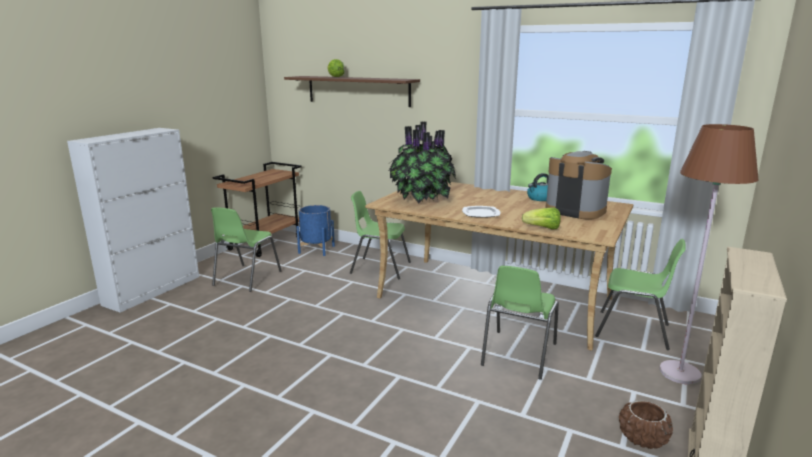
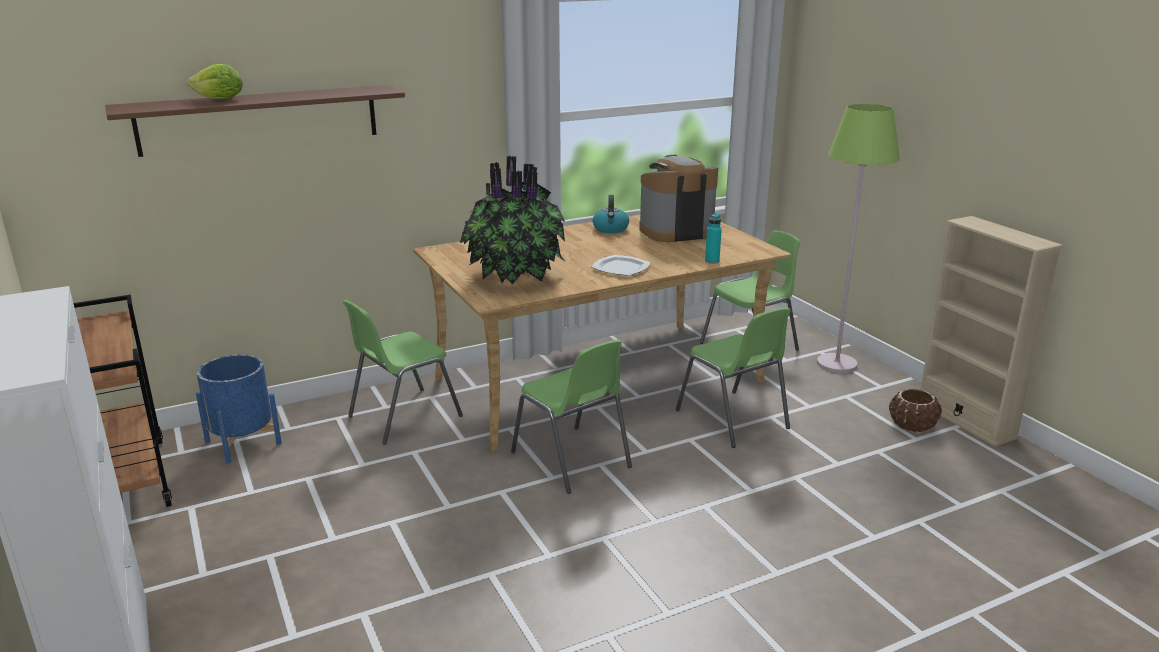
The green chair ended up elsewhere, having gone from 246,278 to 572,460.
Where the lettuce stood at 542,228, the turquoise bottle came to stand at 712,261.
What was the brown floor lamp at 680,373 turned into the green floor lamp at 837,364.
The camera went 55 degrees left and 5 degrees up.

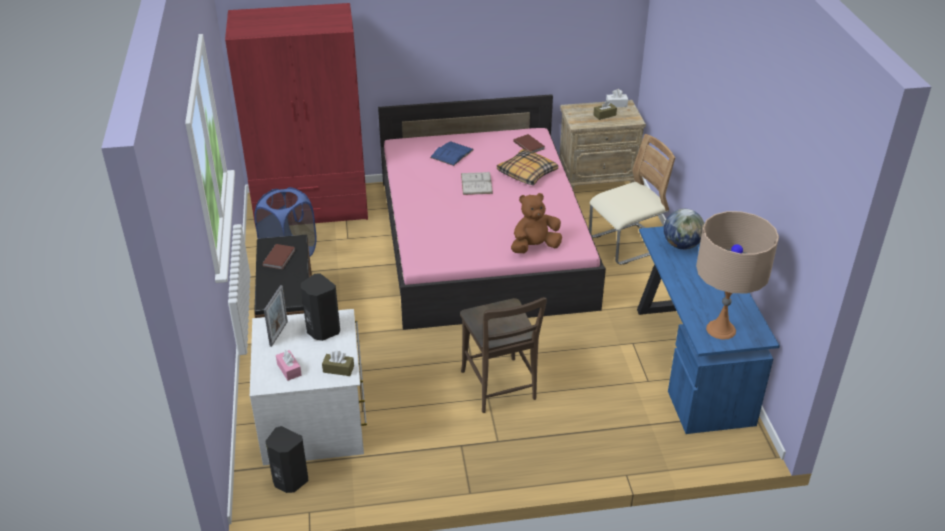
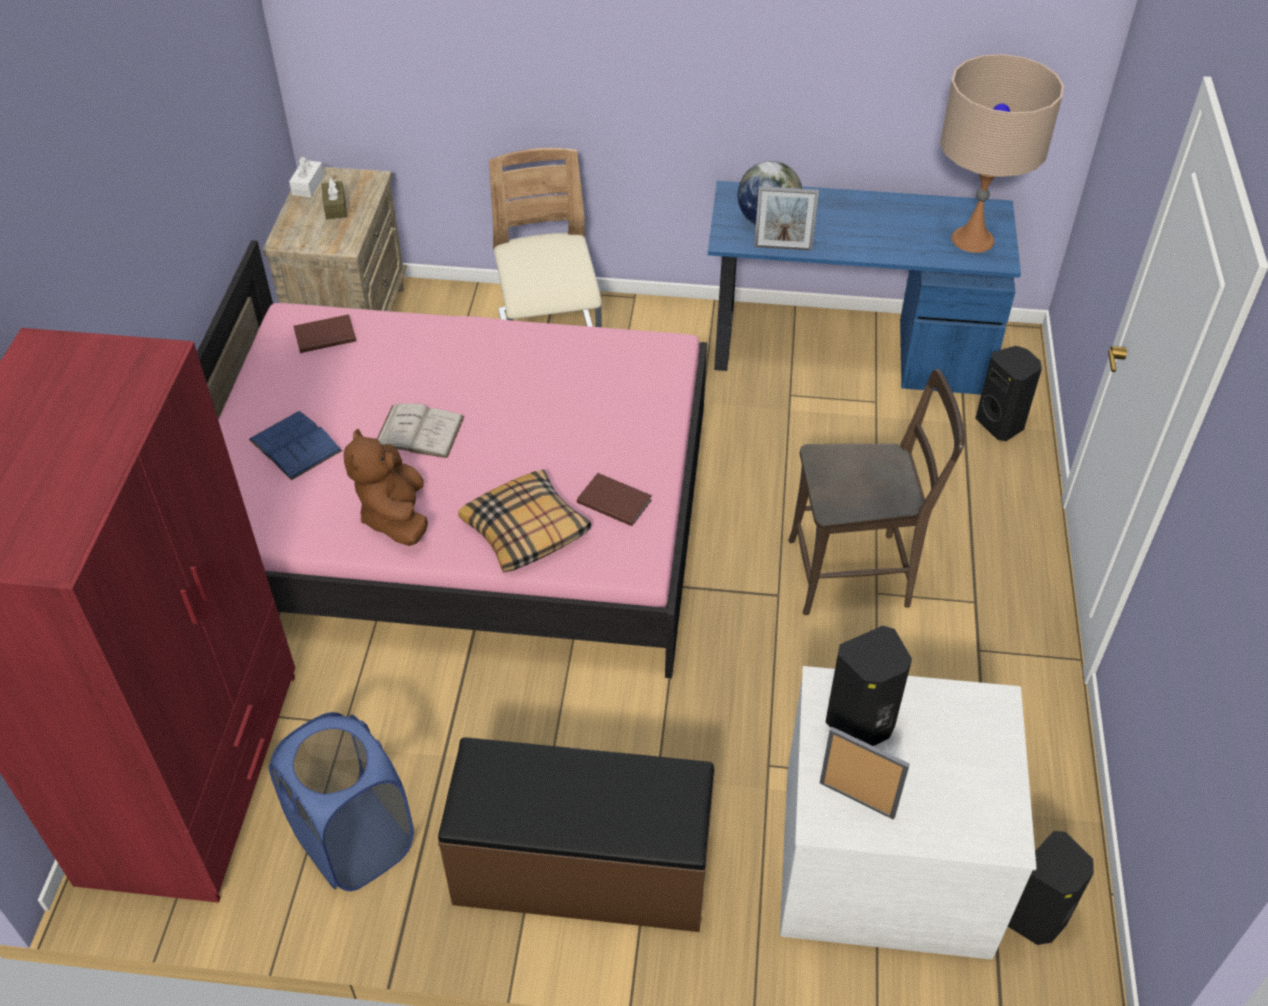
The brown book ended up elsewhere, having gone from 280,257 to 614,500.
The second view lost the pink tissue box at 289,369.
The second view lost the brown tissue box at 338,369.
The pillow ended up elsewhere, having gone from 526,173 to 525,531.
The brown plush toy ended up elsewhere, having gone from 534,247 to 395,516.
The second view gained the picture frame at 783,248.
The second view gained the black speaker at 1001,424.
The camera went 75 degrees left and 10 degrees up.

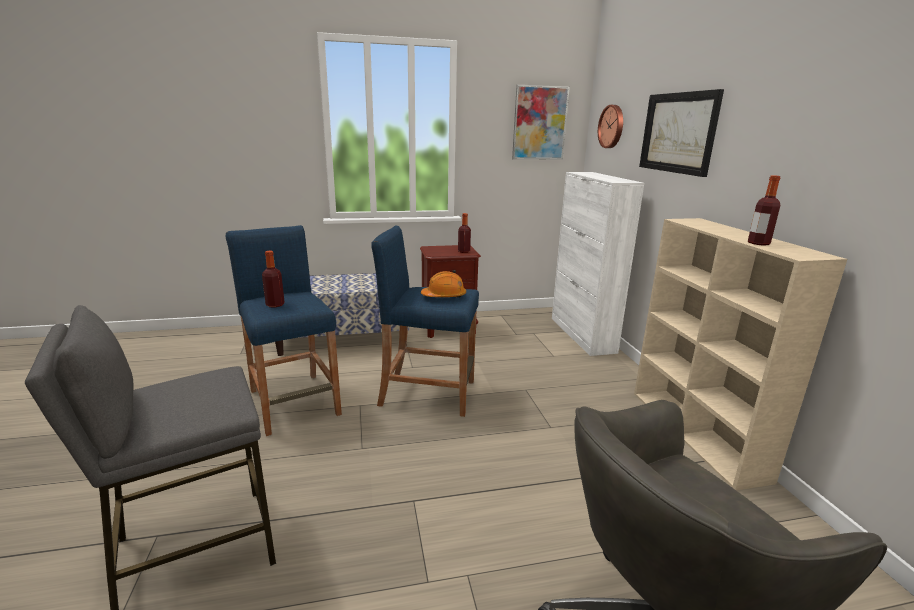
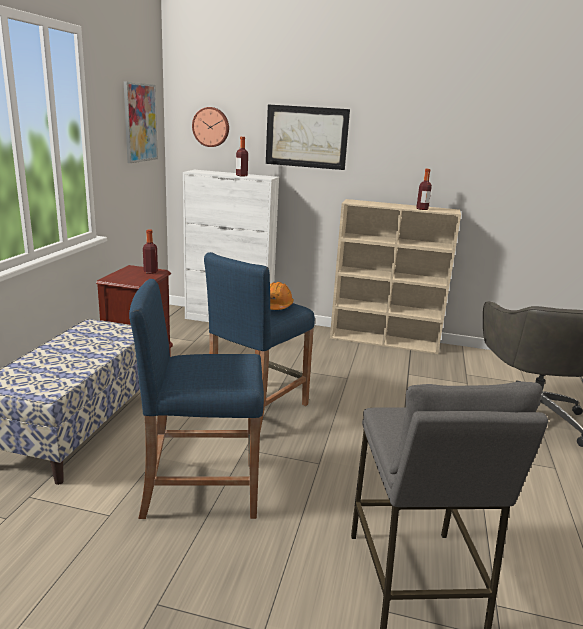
The bottle ended up elsewhere, having gone from 275,305 to 241,175.
The camera went 65 degrees left and 0 degrees up.

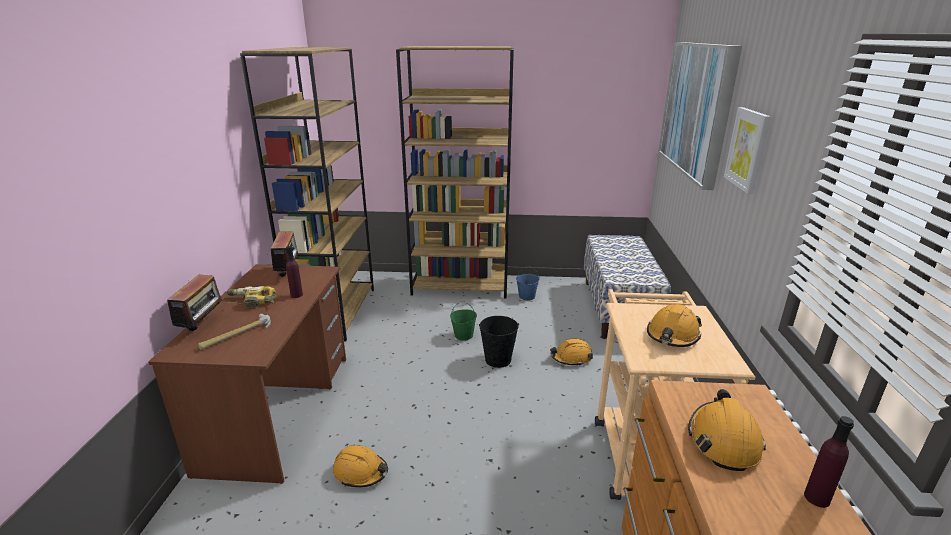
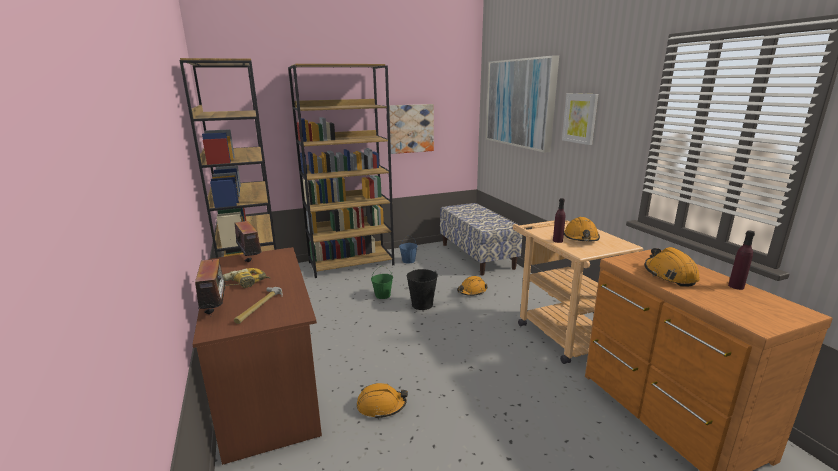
The purple bottle ended up elsewhere, having gone from 296,295 to 557,241.
The second view gained the picture at 411,128.
The camera went 25 degrees left and 5 degrees down.

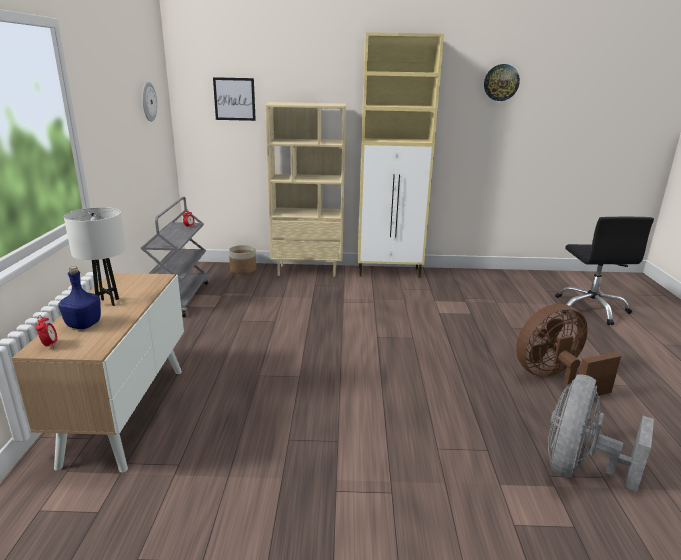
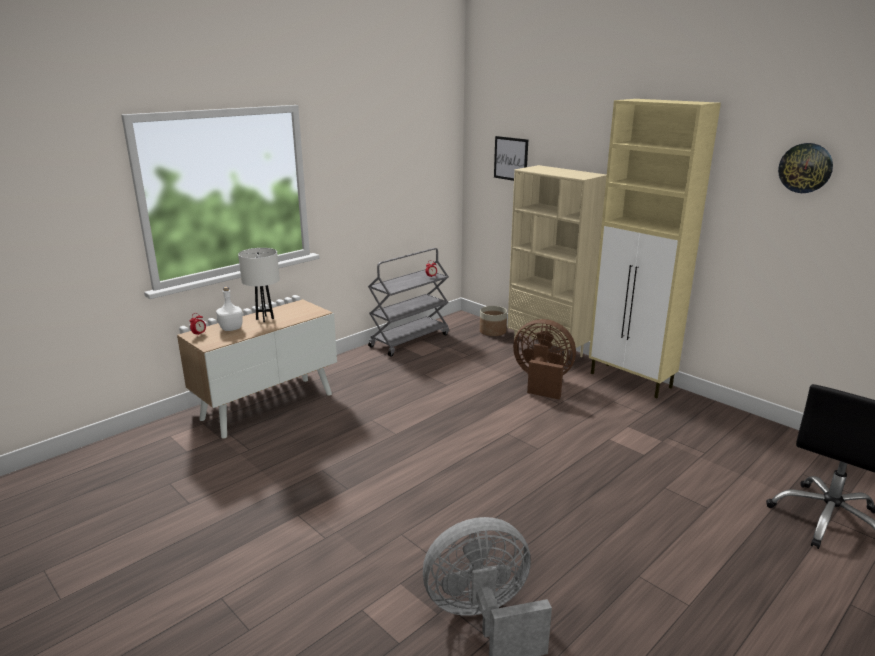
What was the blue bottle at 83,325 turned into the white bottle at 230,328.
The second view lost the wall clock at 148,101.
The brown fan ended up elsewhere, having gone from 554,378 to 542,382.
The camera went 45 degrees right and 0 degrees up.

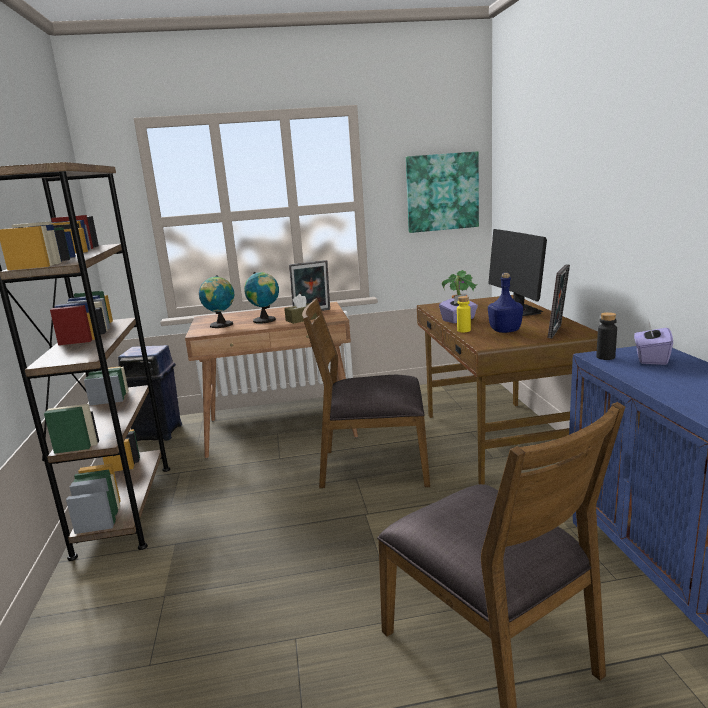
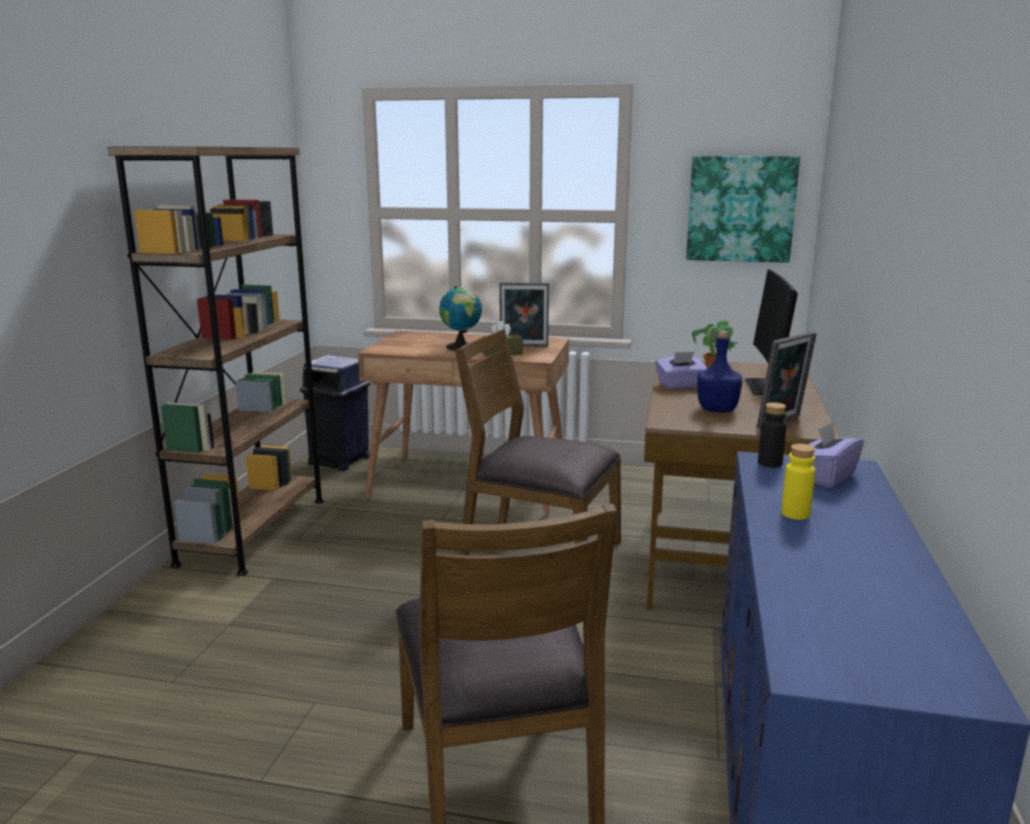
The second view lost the globe at 221,325.
The yellow bottle ended up elsewhere, having gone from 463,330 to 795,514.
The camera went 20 degrees right and 0 degrees up.

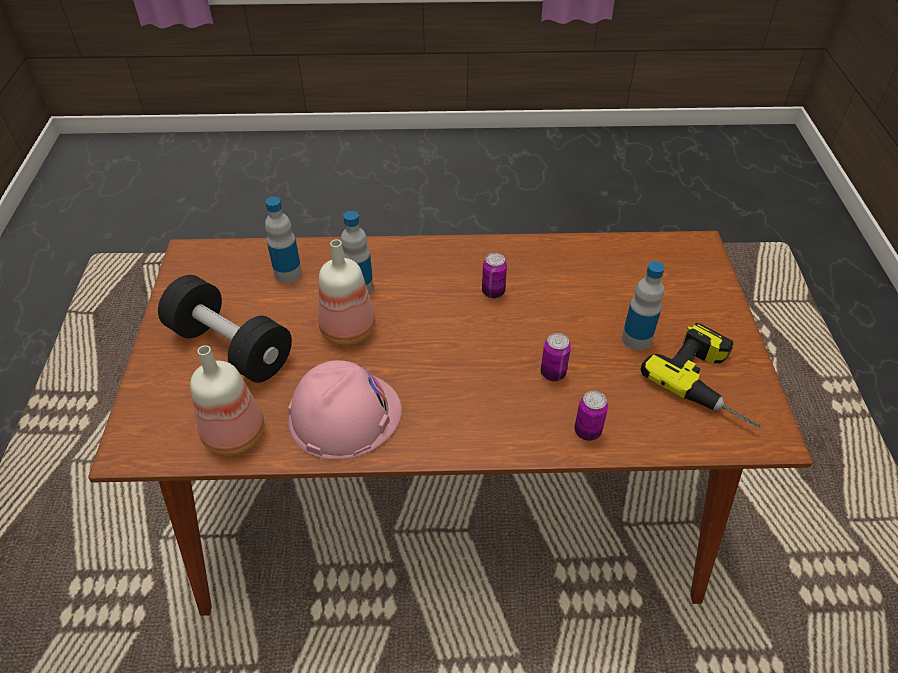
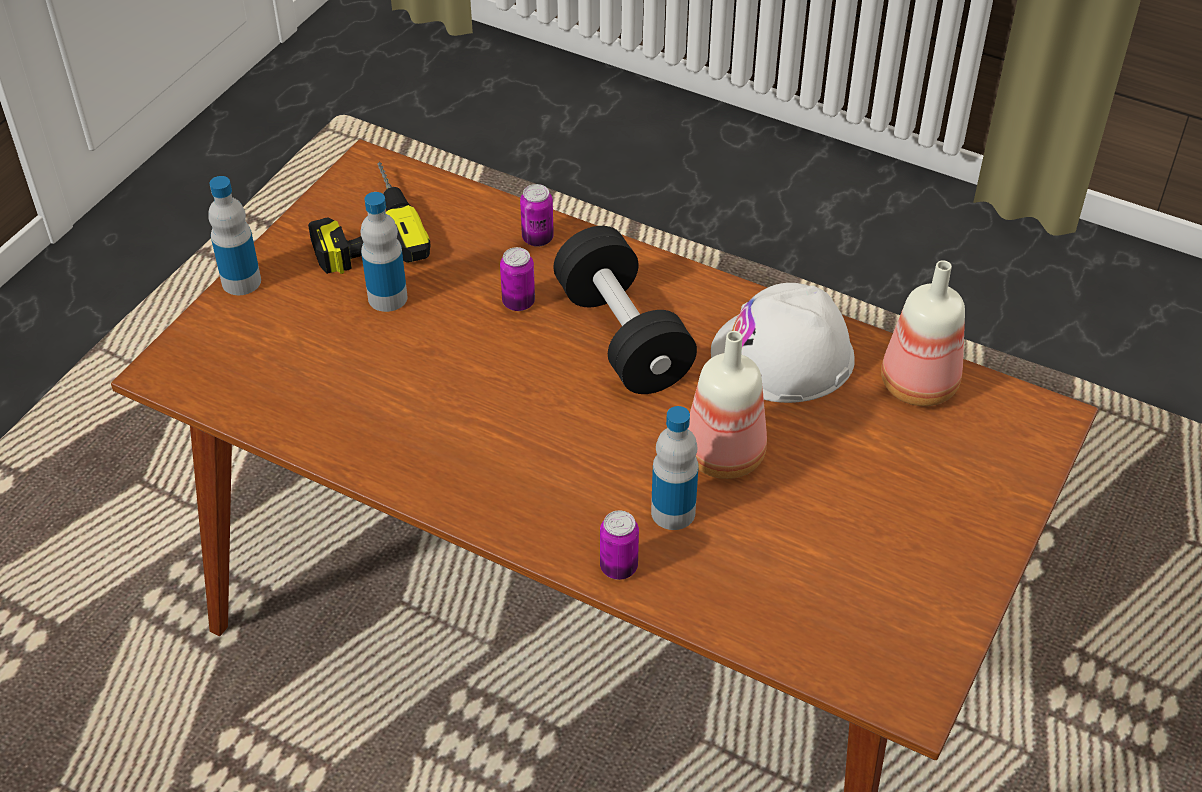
The black dumbbell ended up elsewhere, having gone from 231,347 to 622,337.
The bottle ended up elsewhere, having gone from 288,273 to 241,281.
What was the pink hard hat at 344,414 turned into the white hard hat at 783,355.
The can ended up elsewhere, having gone from 493,292 to 618,567.
The camera went 150 degrees left and 0 degrees up.

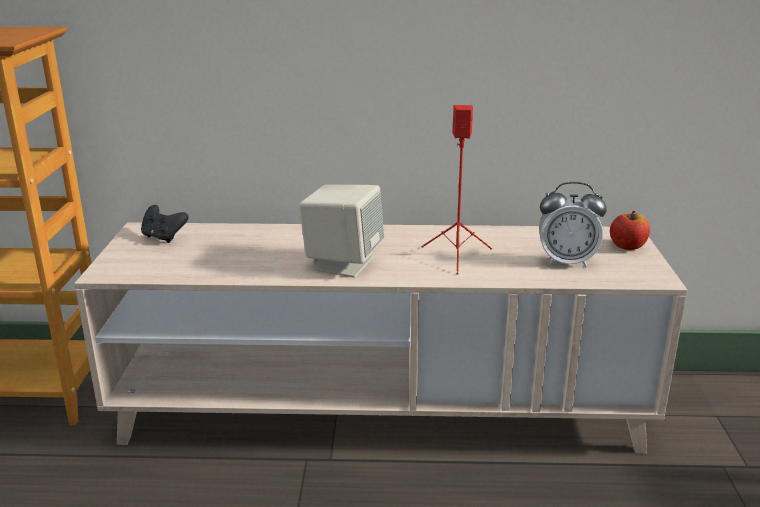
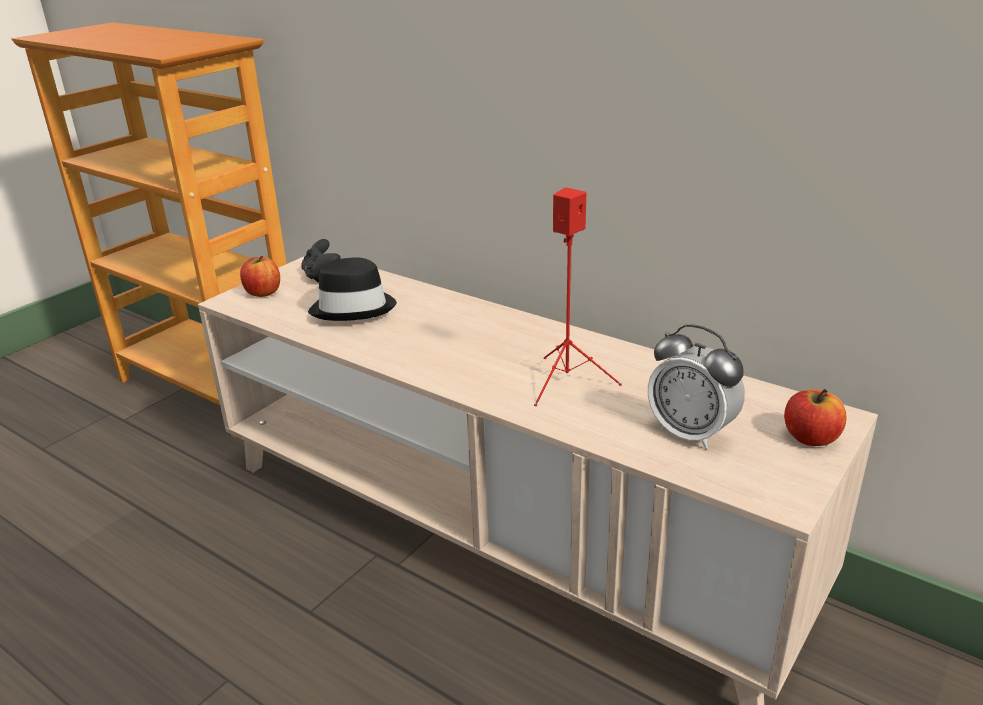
The second view lost the beige speaker at 343,263.
The second view gained the apple at 263,292.
The second view gained the black hat at 354,308.
The camera went 35 degrees right and 5 degrees up.

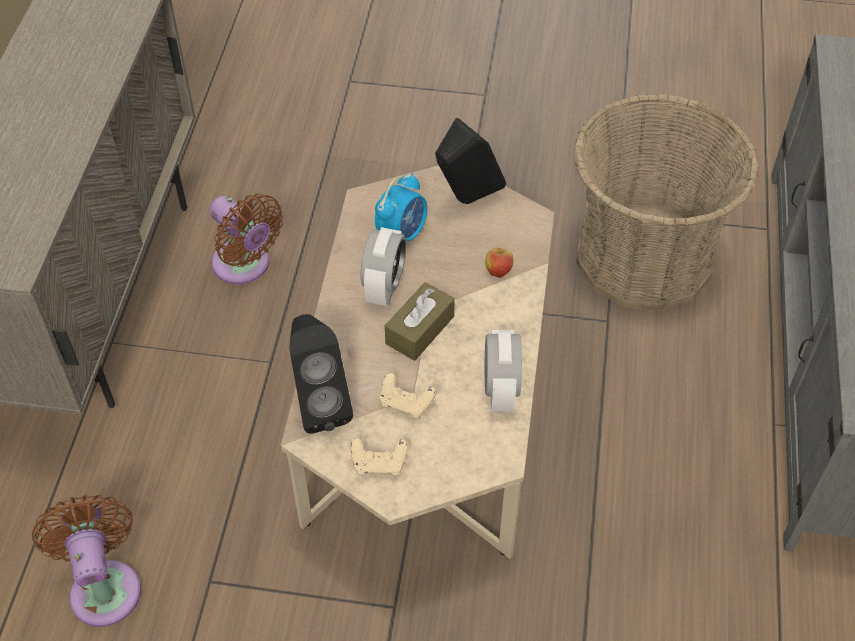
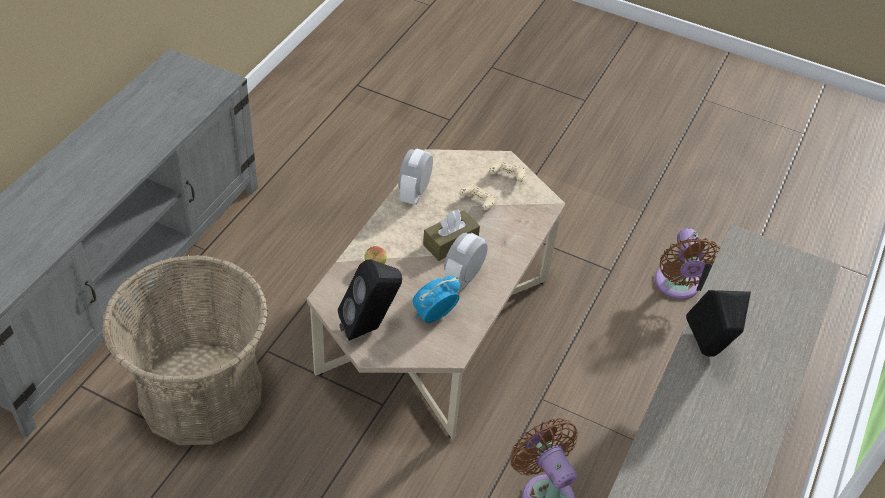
The black speaker ended up elsewhere, having gone from 320,404 to 707,352.
The camera went 165 degrees left and 5 degrees down.

